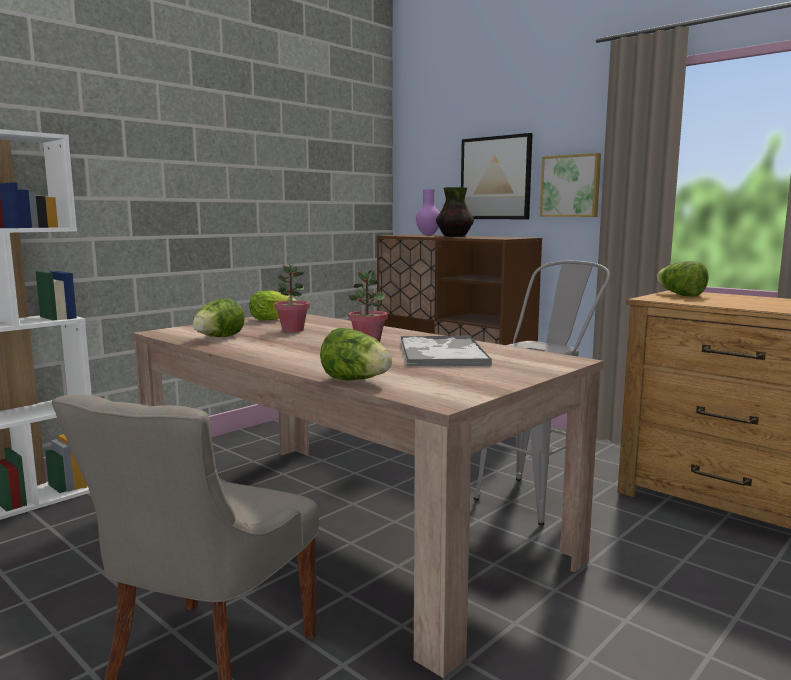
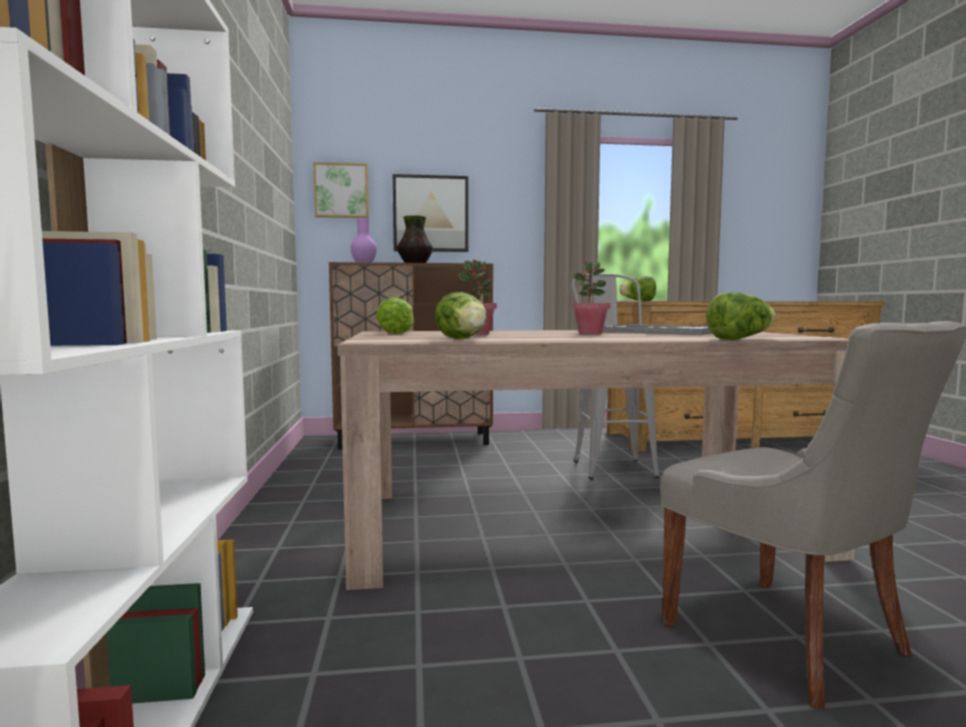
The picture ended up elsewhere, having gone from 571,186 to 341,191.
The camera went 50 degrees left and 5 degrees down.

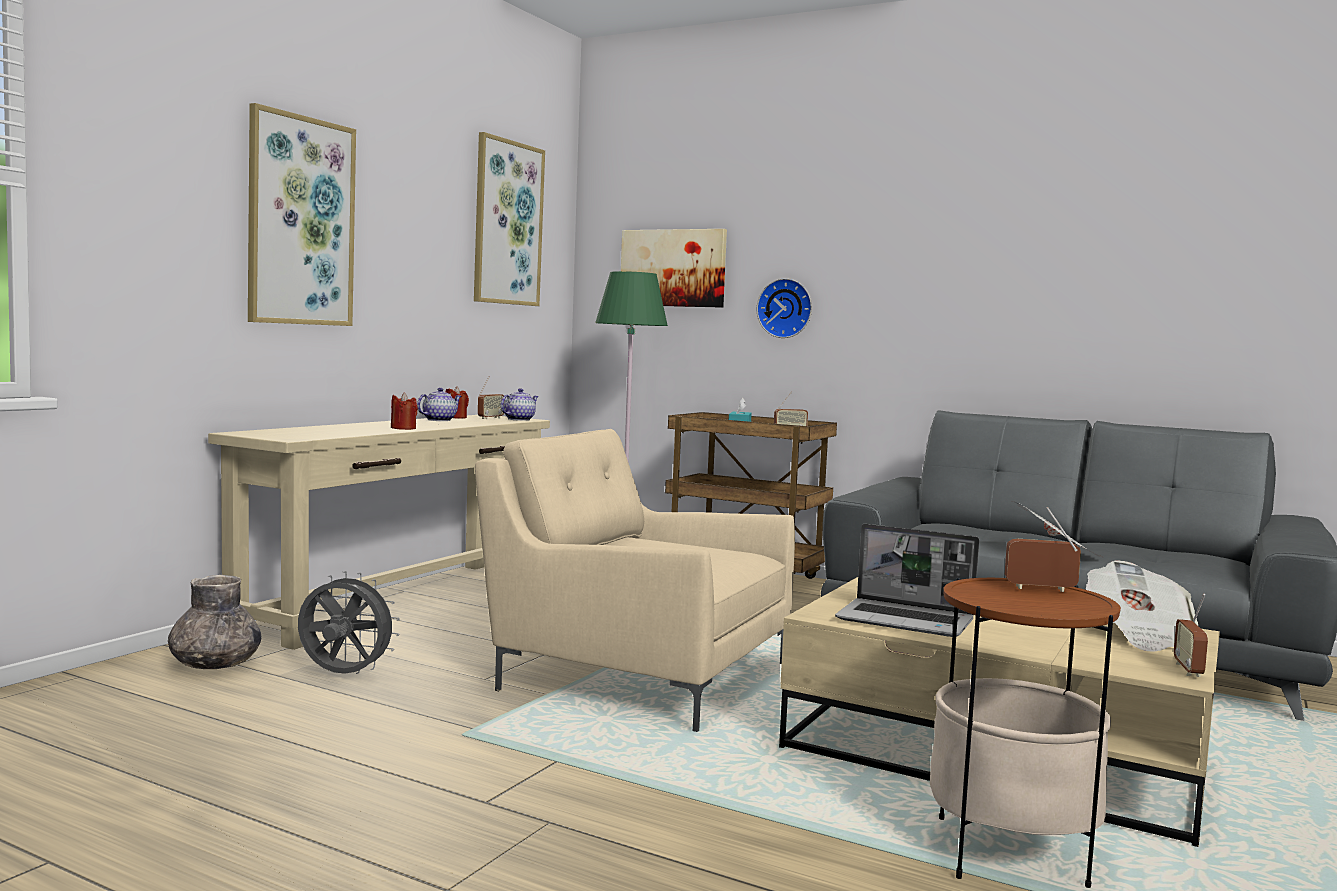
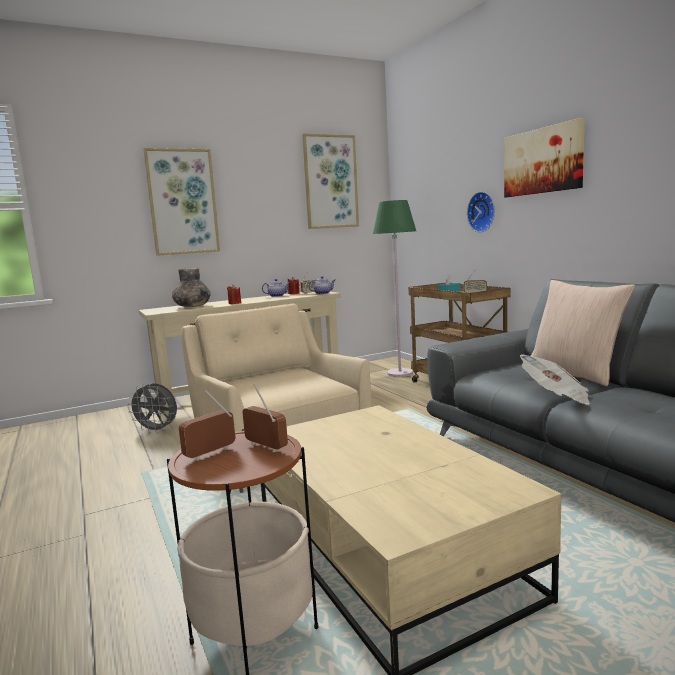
The grey vase ended up elsewhere, having gone from 215,665 to 192,306.
The grey fan at 343,676 ended up facing another way, 150 degrees clockwise from before.
The picture ended up elsewhere, having gone from 673,268 to 543,161.
The second view lost the laptop at 907,621.
The second view lost the newspaper at 1138,636.
The radio ended up elsewhere, having gone from 1188,670 to 210,453.
The second view gained the beige pillow at 575,373.
The camera went 35 degrees right and 5 degrees up.

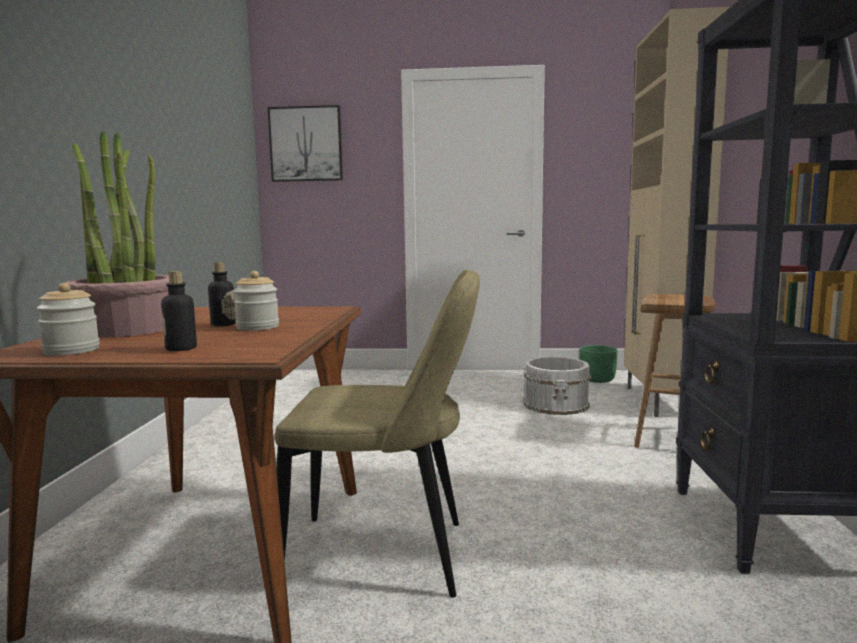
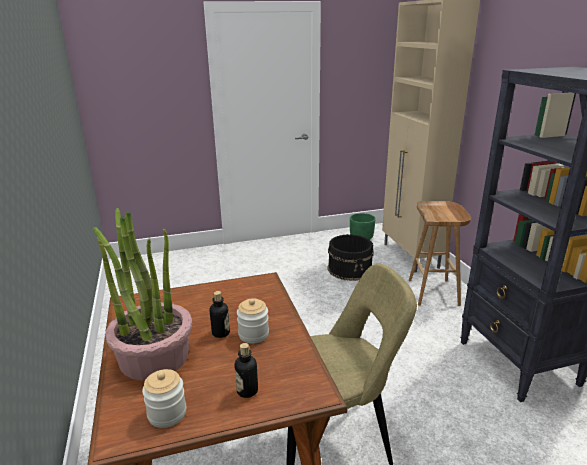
The second view lost the picture at 306,144.
What was the white bucket at 557,404 turned into the black bucket at 350,269.
The camera went 20 degrees left and 15 degrees up.

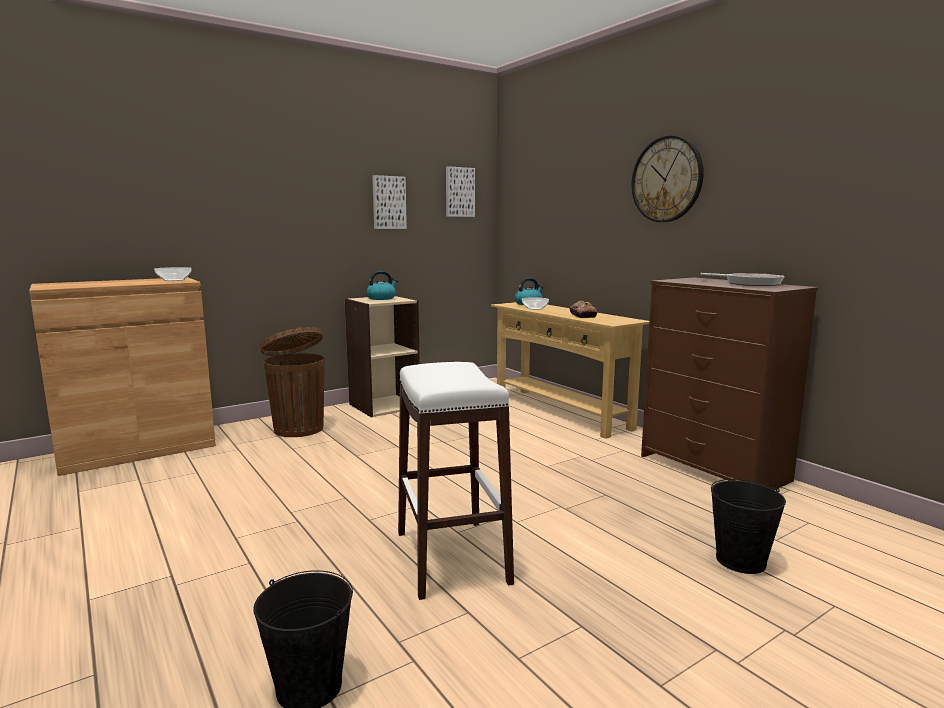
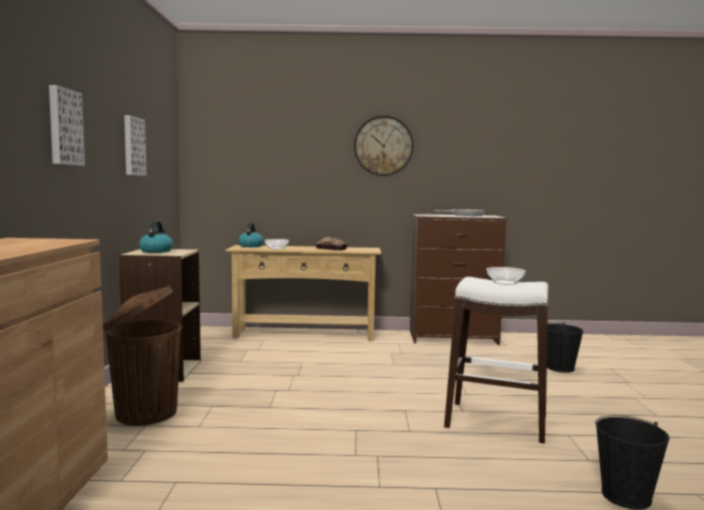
The bowl ended up elsewhere, having gone from 174,280 to 505,283.
The picture ended up elsewhere, having gone from 459,192 to 63,127.
The camera went 55 degrees left and 5 degrees down.

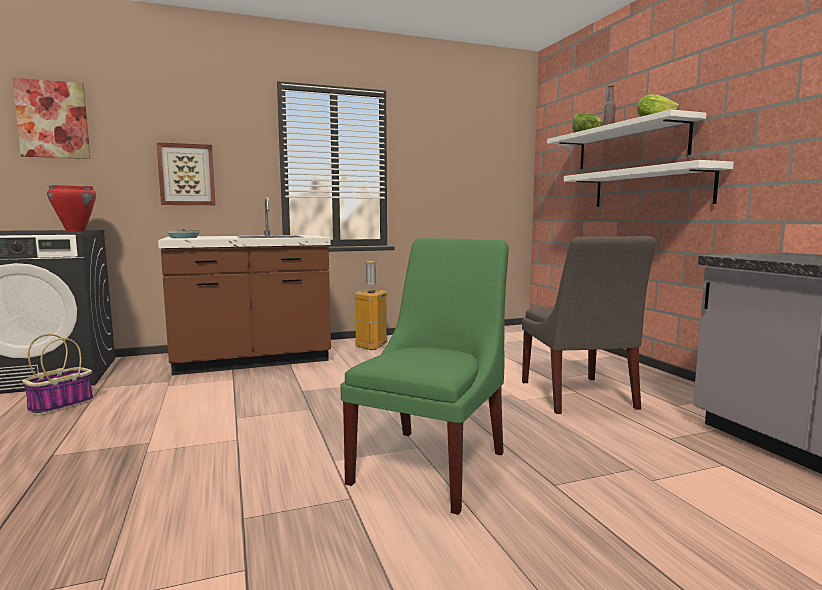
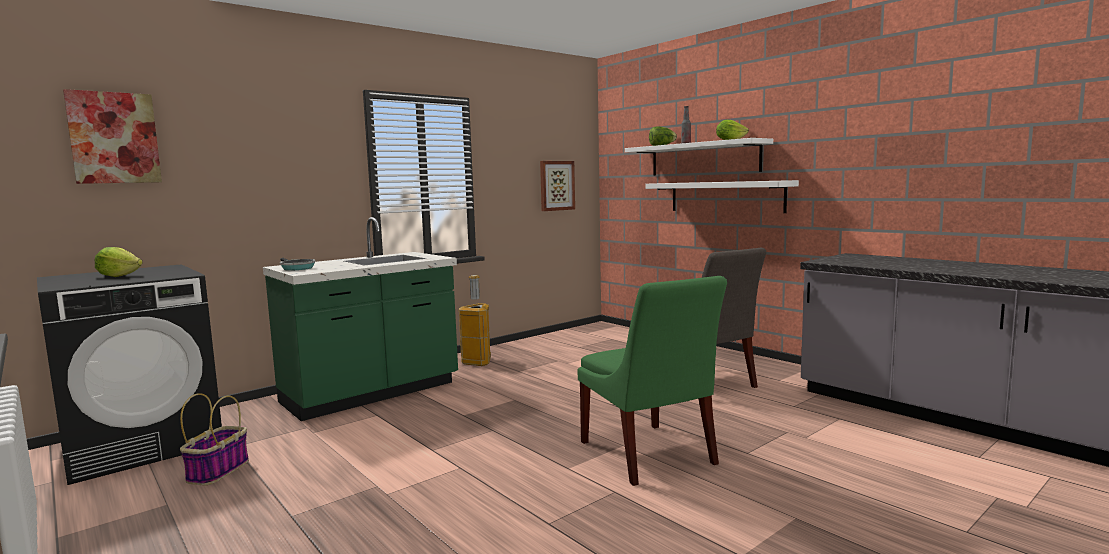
The second view lost the red cooking pot at 76,230.
The picture ended up elsewhere, having gone from 187,175 to 556,185.
What was the brown counter at 252,361 turned into the green counter at 371,394.
The green chair at 433,464 ended up facing another way, 150 degrees clockwise from before.
The second view gained the lettuce at 119,276.
The camera went 20 degrees left and 0 degrees up.

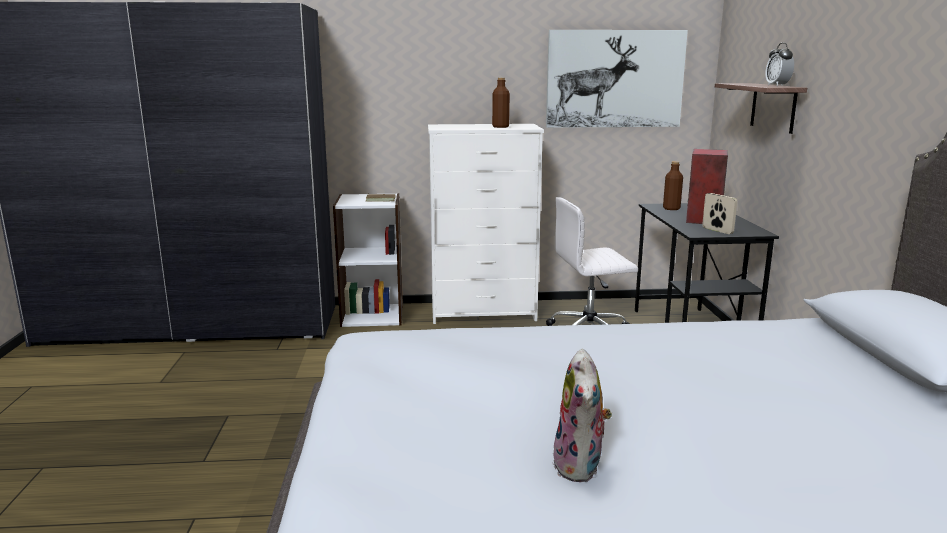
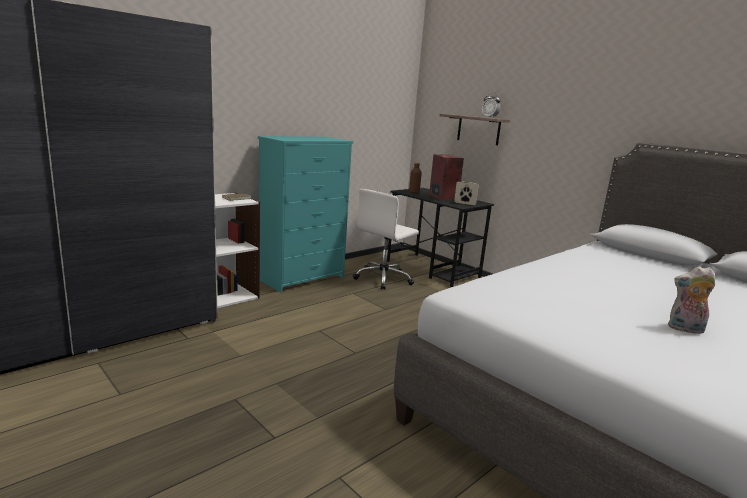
What was the white dresser at 484,313 turned into the turquoise dresser at 303,278.
The second view lost the brown bottle at 500,127.
The second view lost the picture at 614,79.
The plush toy at 581,467 ended up facing another way, 135 degrees clockwise from before.
The camera went 40 degrees left and 0 degrees up.

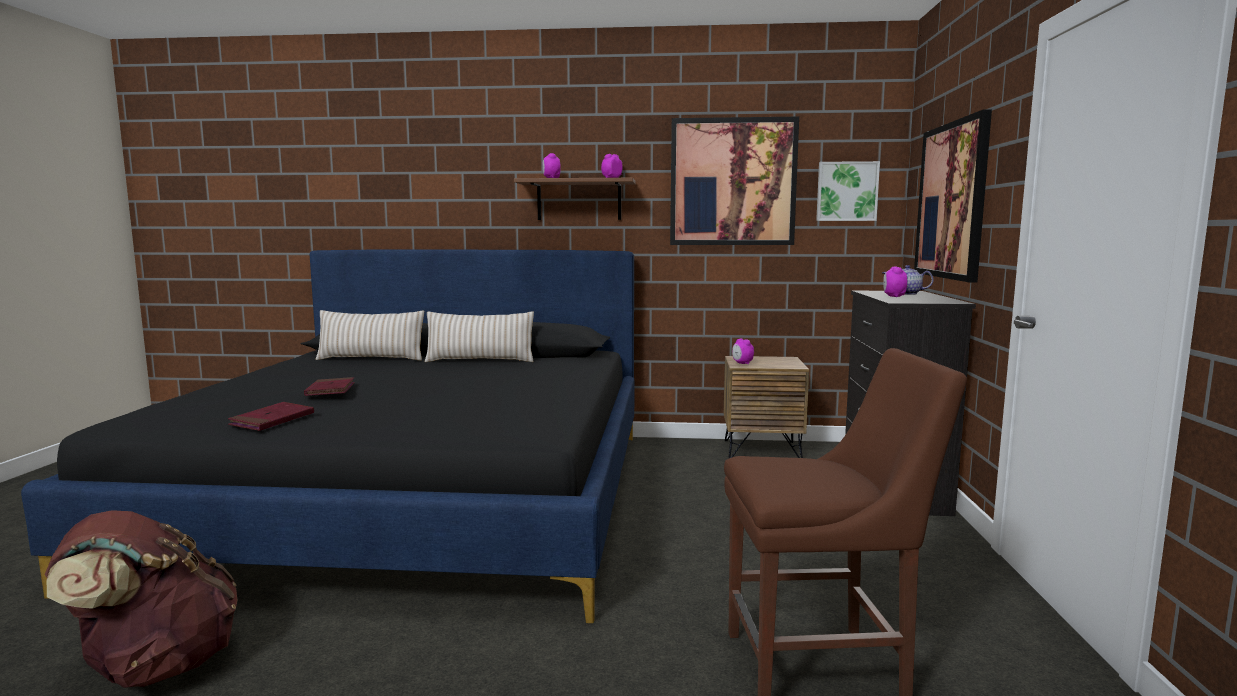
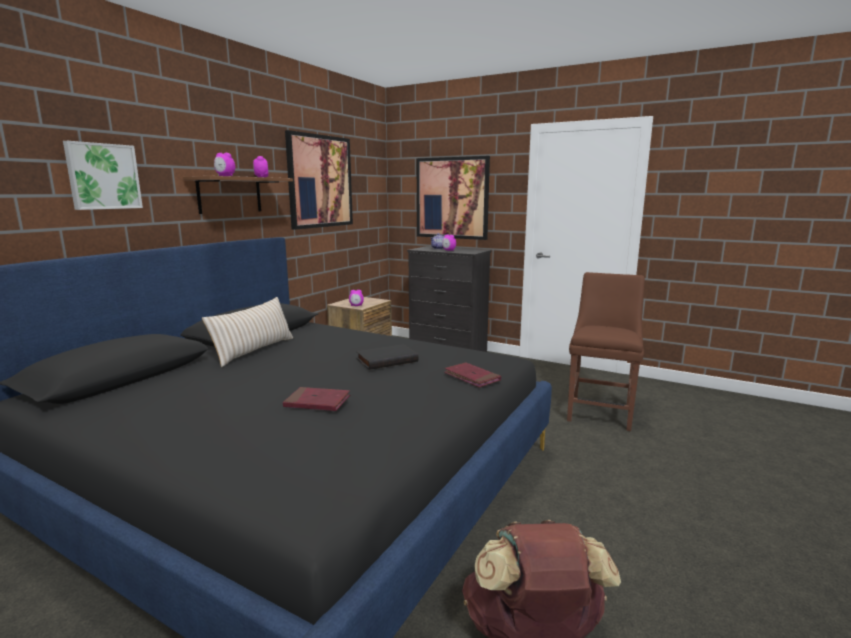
The red book ended up elsewhere, having gone from 272,420 to 472,377.
The second view lost the beige pillow at 371,358.
The picture ended up elsewhere, having gone from 846,191 to 103,176.
The second view gained the black book at 387,360.
The camera went 65 degrees left and 5 degrees up.

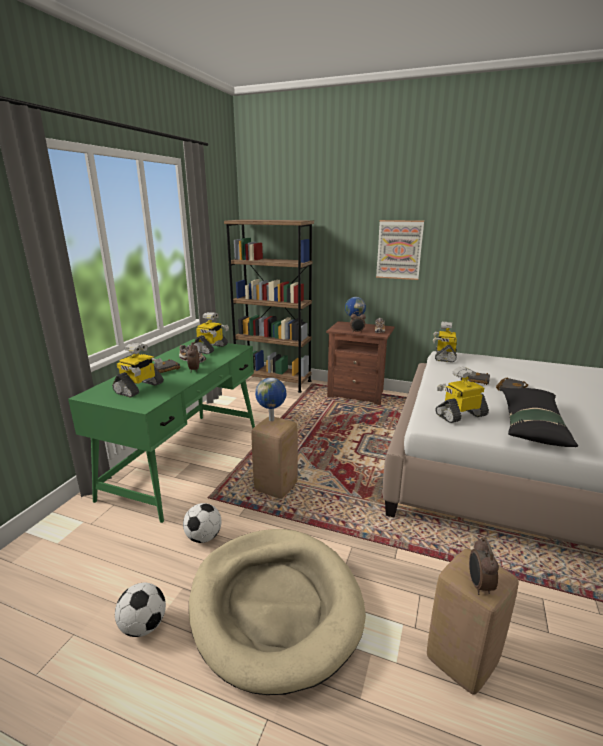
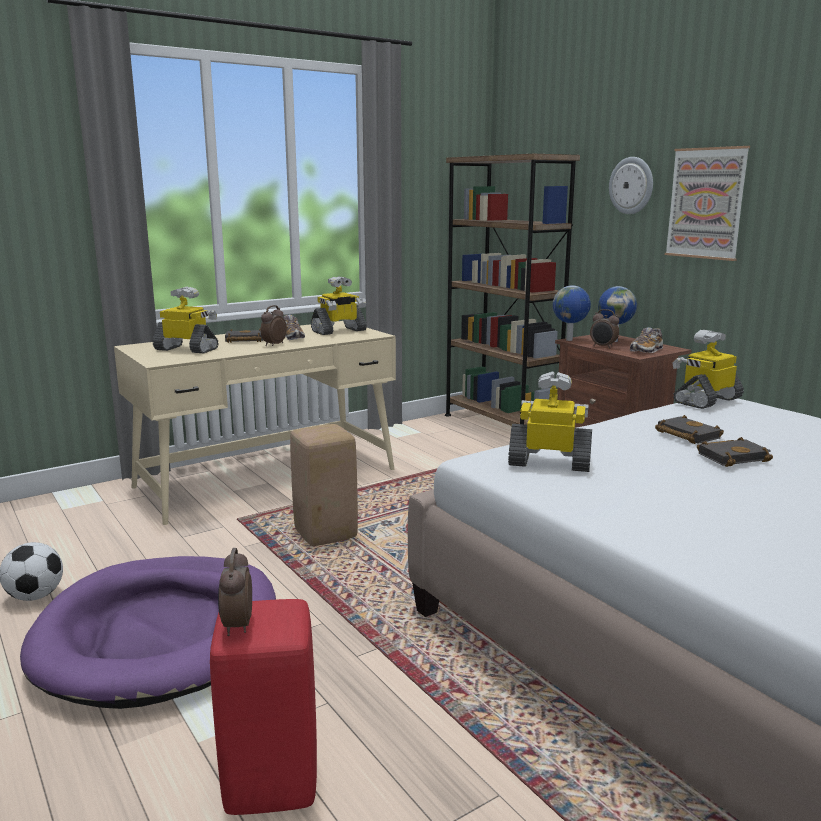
What was the green desk at 186,459 turned into the beige desk at 268,478.
The toy robot at 140,388 ended up facing another way, 135 degrees counterclockwise from before.
The second view lost the football at 203,537.
What was the beige dog bed at 275,605 turned into the purple dog bed at 159,634.
The globe ended up elsewhere, having gone from 272,420 to 569,340.
What was the beige stool at 463,660 turned into the red stool at 273,784.
The alarm clock at 479,585 ended up facing another way, 45 degrees counterclockwise from before.
The second view lost the black pillow at 531,424.
The second view gained the wall clock at 631,185.
The camera went 35 degrees right and 5 degrees down.

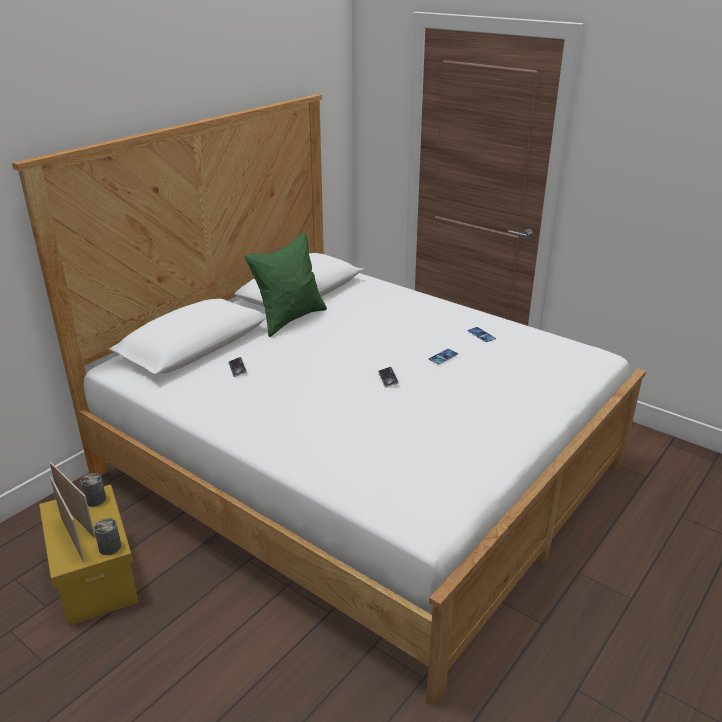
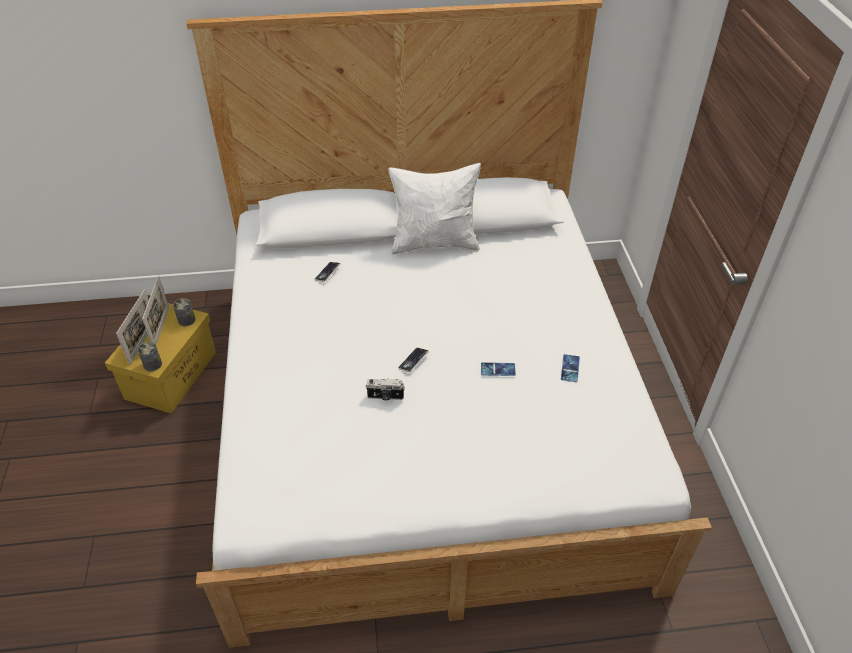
What was the green pillow at 289,319 turned into the white pillow at 434,243.
The second view gained the photo camera at 385,397.
The camera went 45 degrees right and 15 degrees up.

